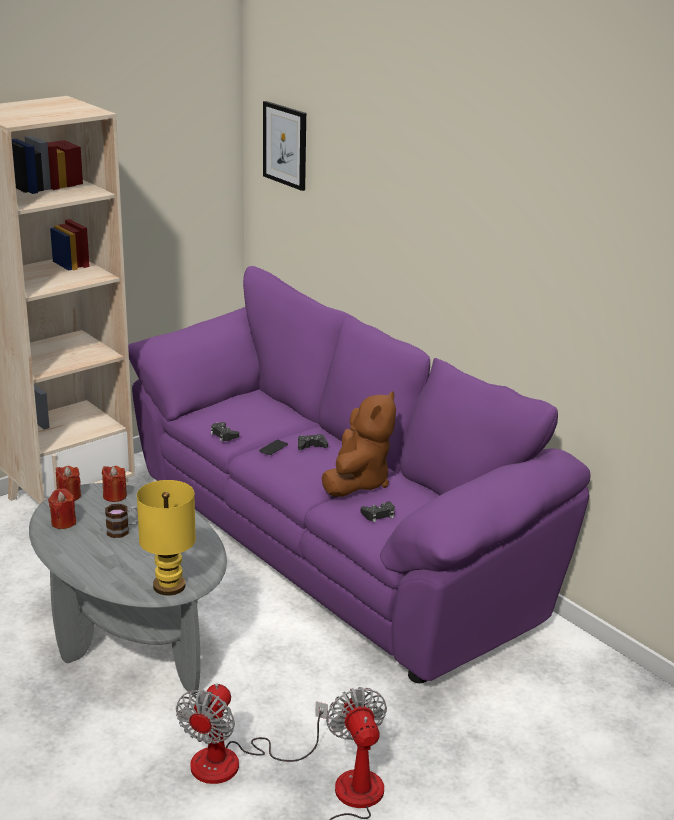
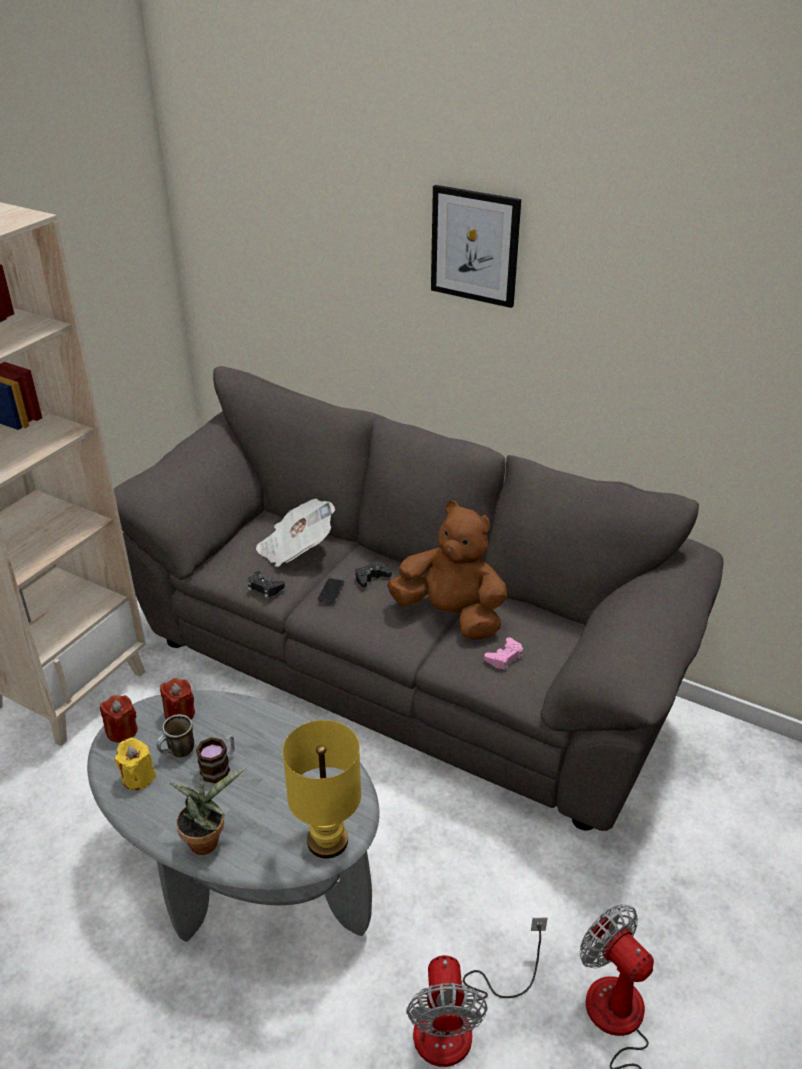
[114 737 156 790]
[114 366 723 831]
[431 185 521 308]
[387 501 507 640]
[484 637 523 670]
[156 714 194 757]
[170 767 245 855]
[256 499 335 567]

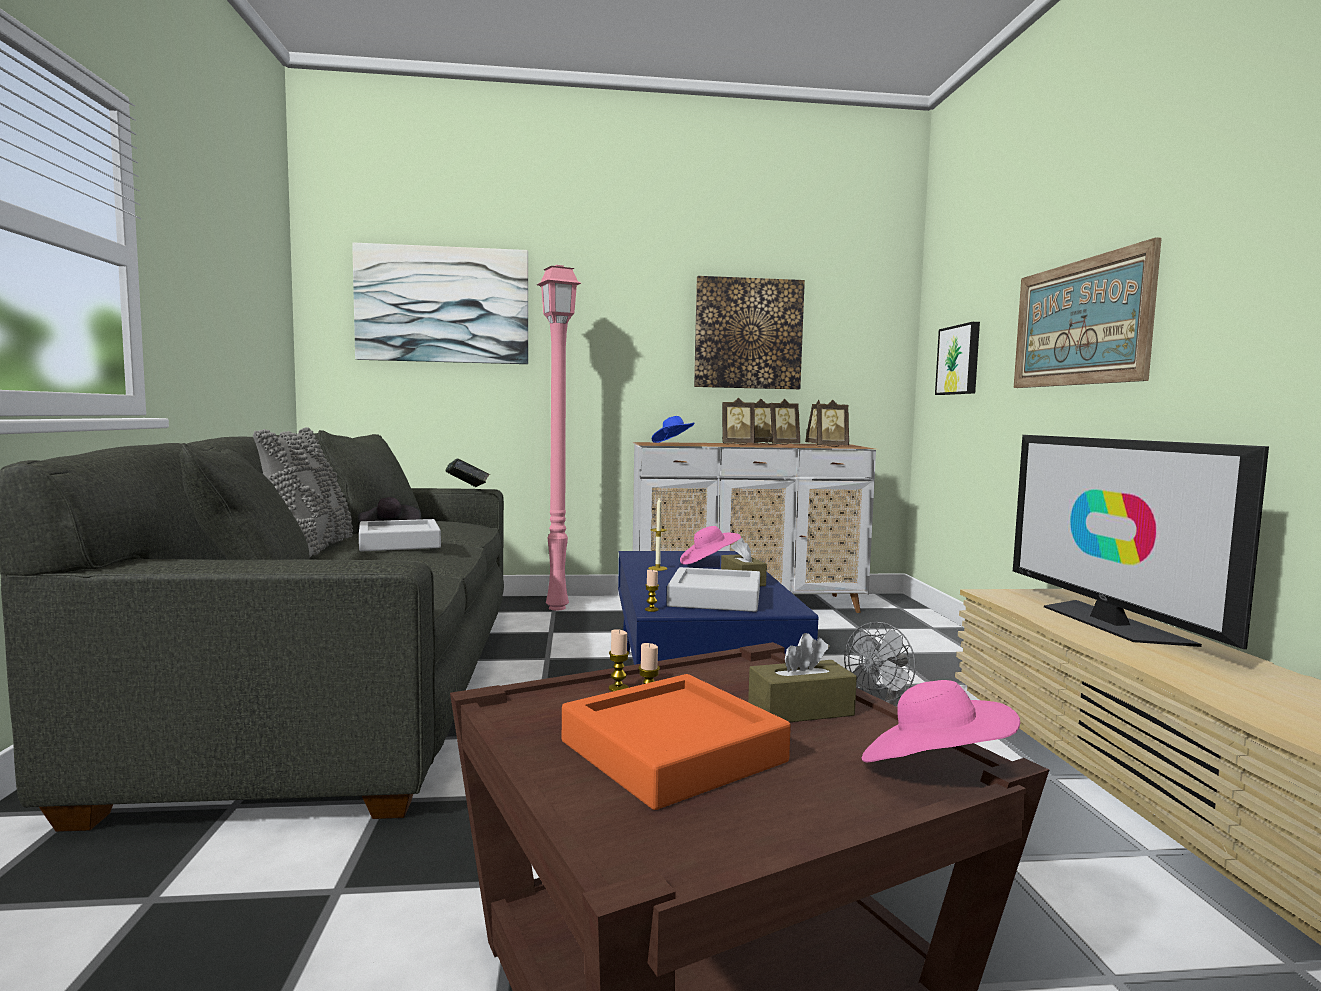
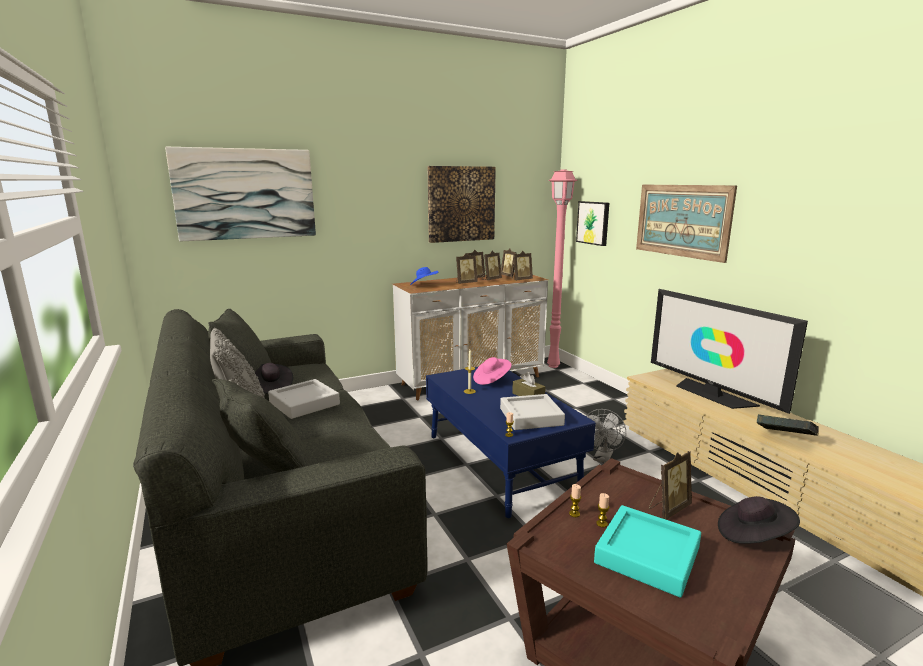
[757 414 819 436]
[547 169 578 368]
[594 505 701 598]
[649 451 692 520]
[718 496 800 544]

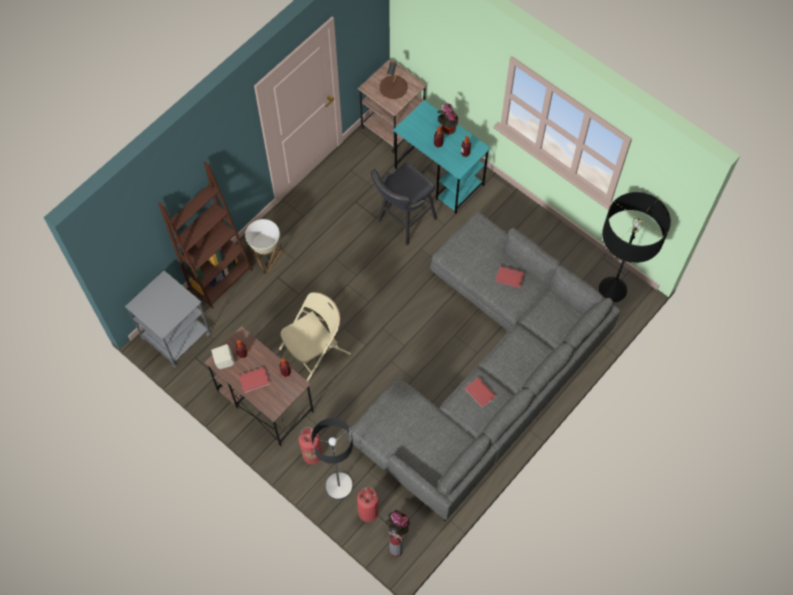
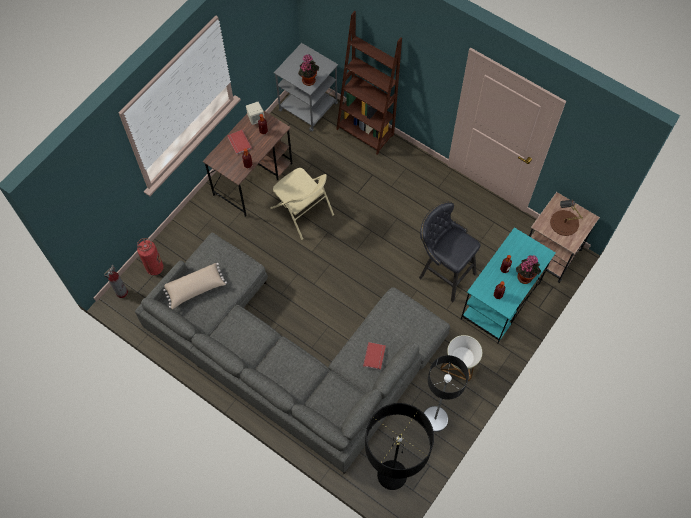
[440 335 482 381]
[298 427 323 464] (first image)
[424 355 469 432]
[298 54 319 86]
[465 377 496 408] (first image)
[163 263 227 309]

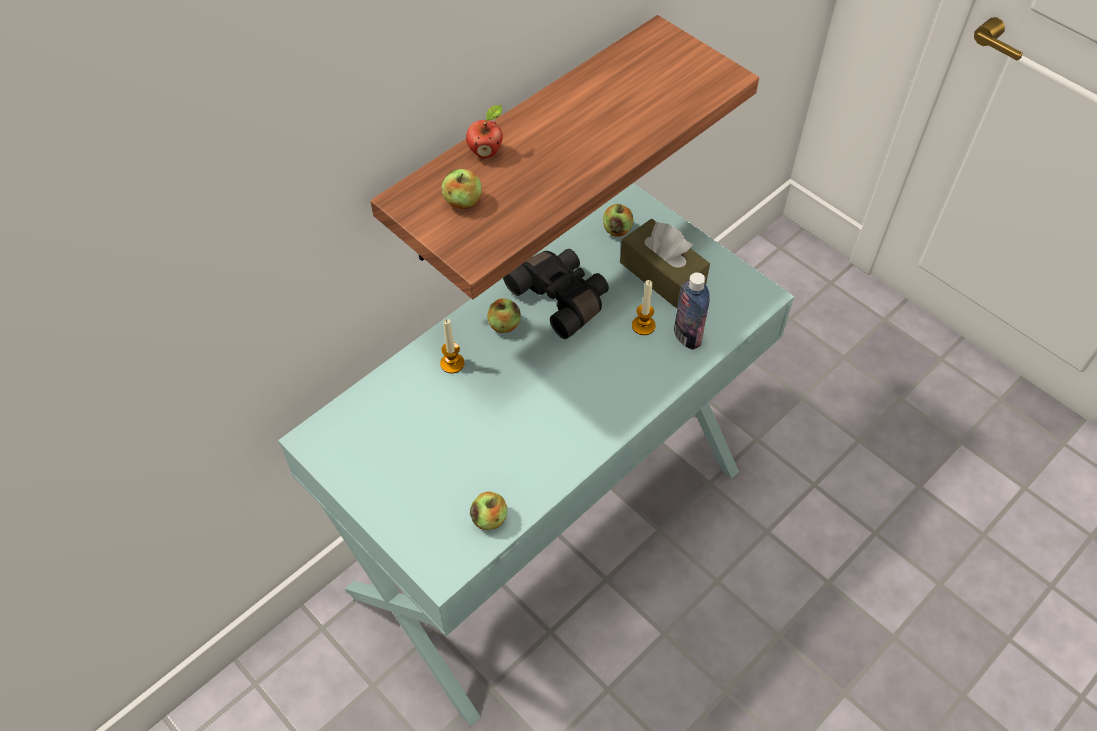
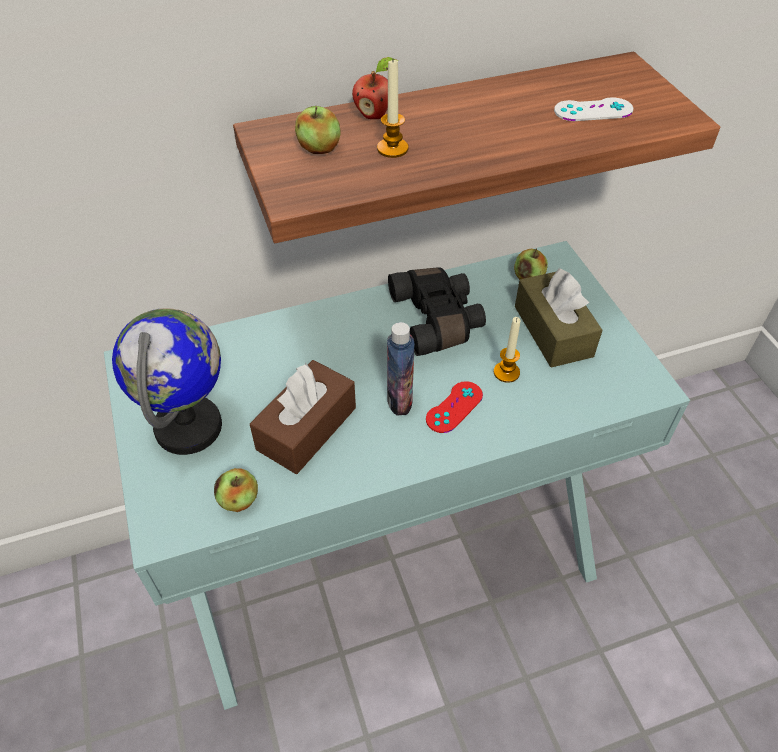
[377 60 409 158]
[487 298 521 333] (first image)
[387 322 415 416]
[112 308 222 455]
[250 360 356 474]
[426 381 483 433]
[554 97 633 121]

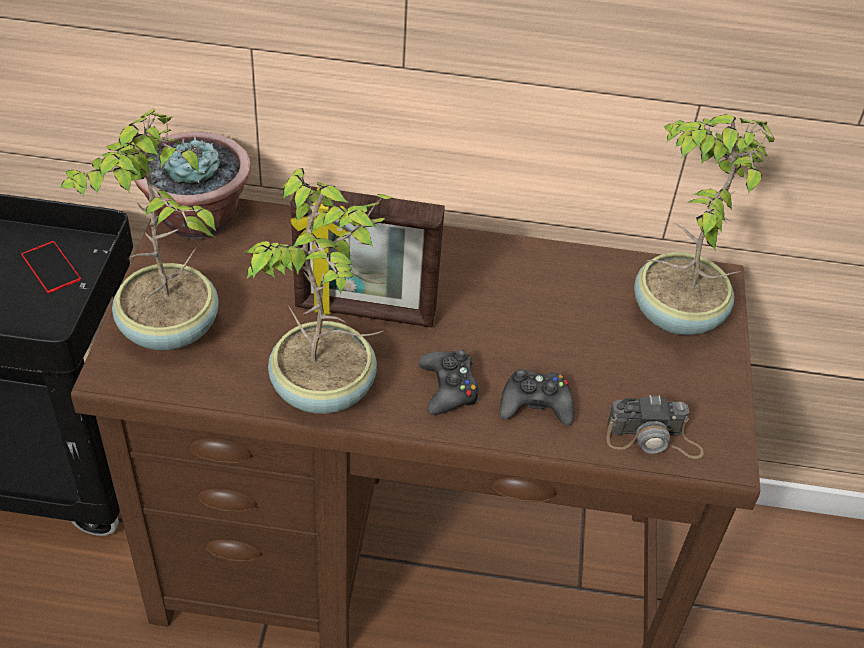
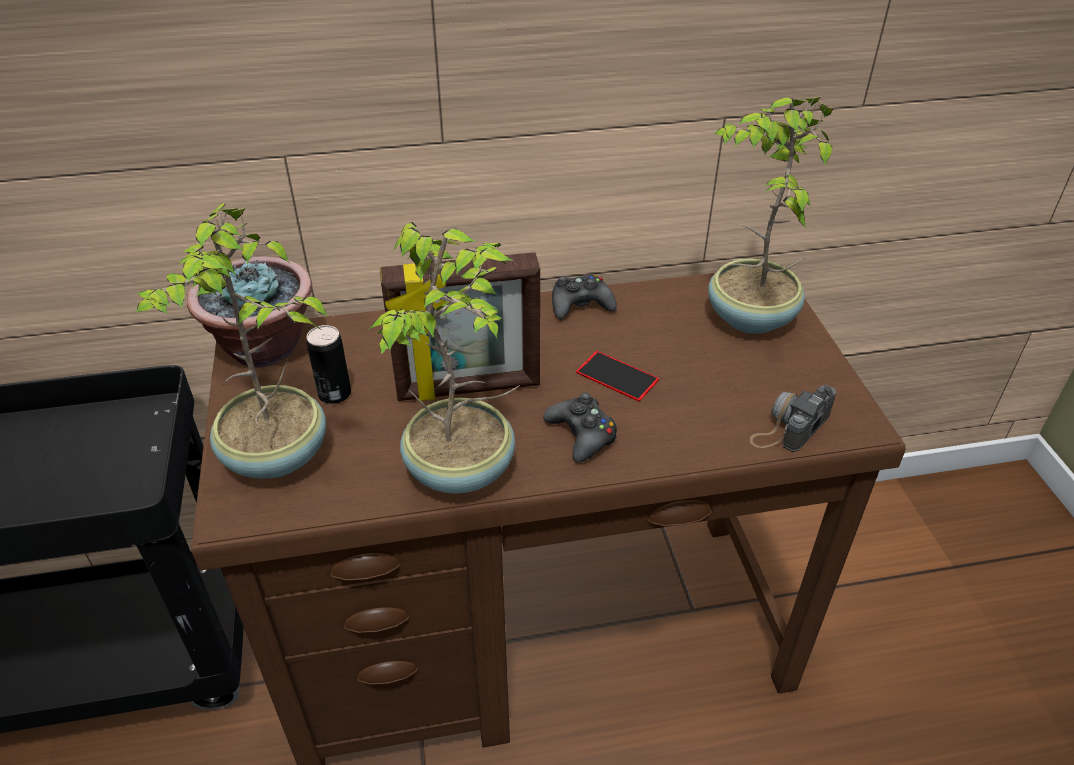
[576 351 659 401]
[552 274 617 319]
[749 385 836 452]
[306 325 351 404]

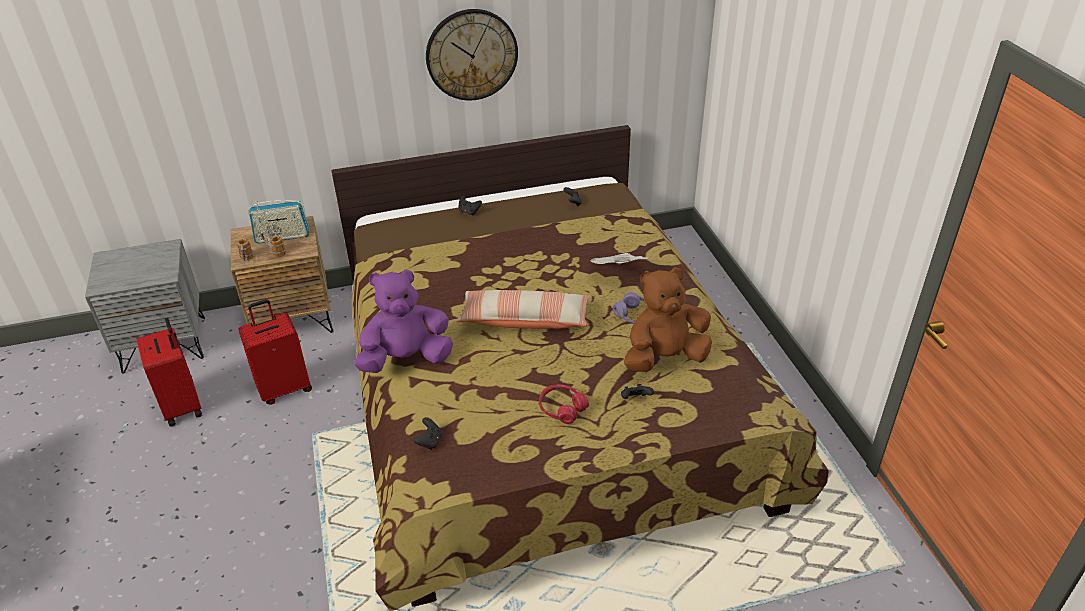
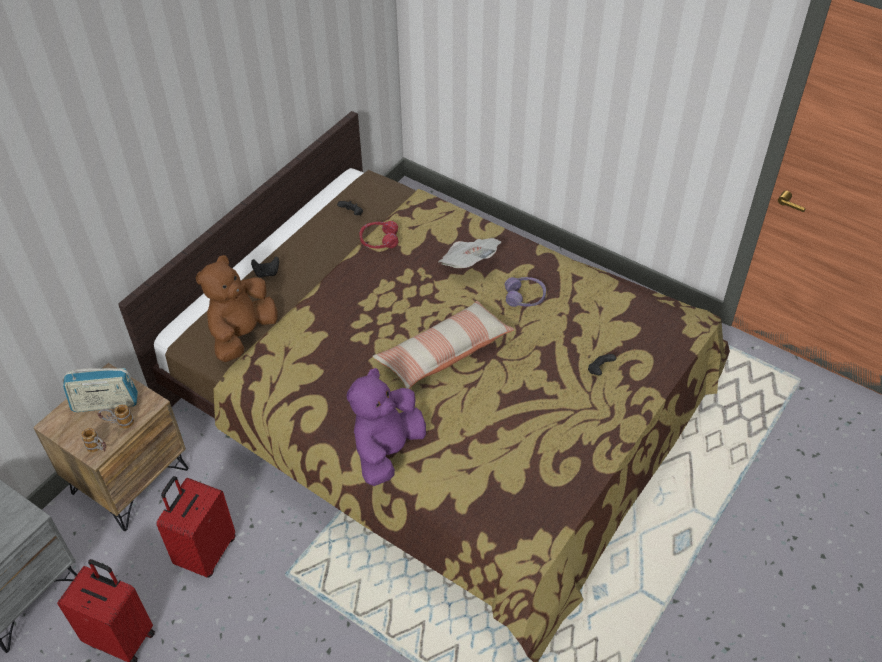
[63 368 138 412]
[414 417 442 450] (first image)
[426 9 518 101] (first image)
[359 221 399 249]
[196 255 278 362]

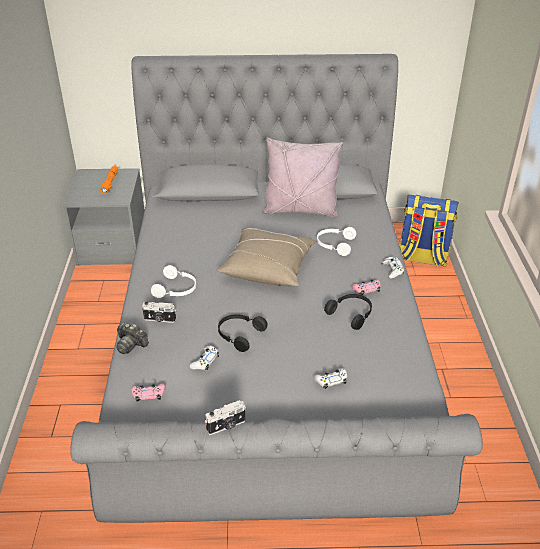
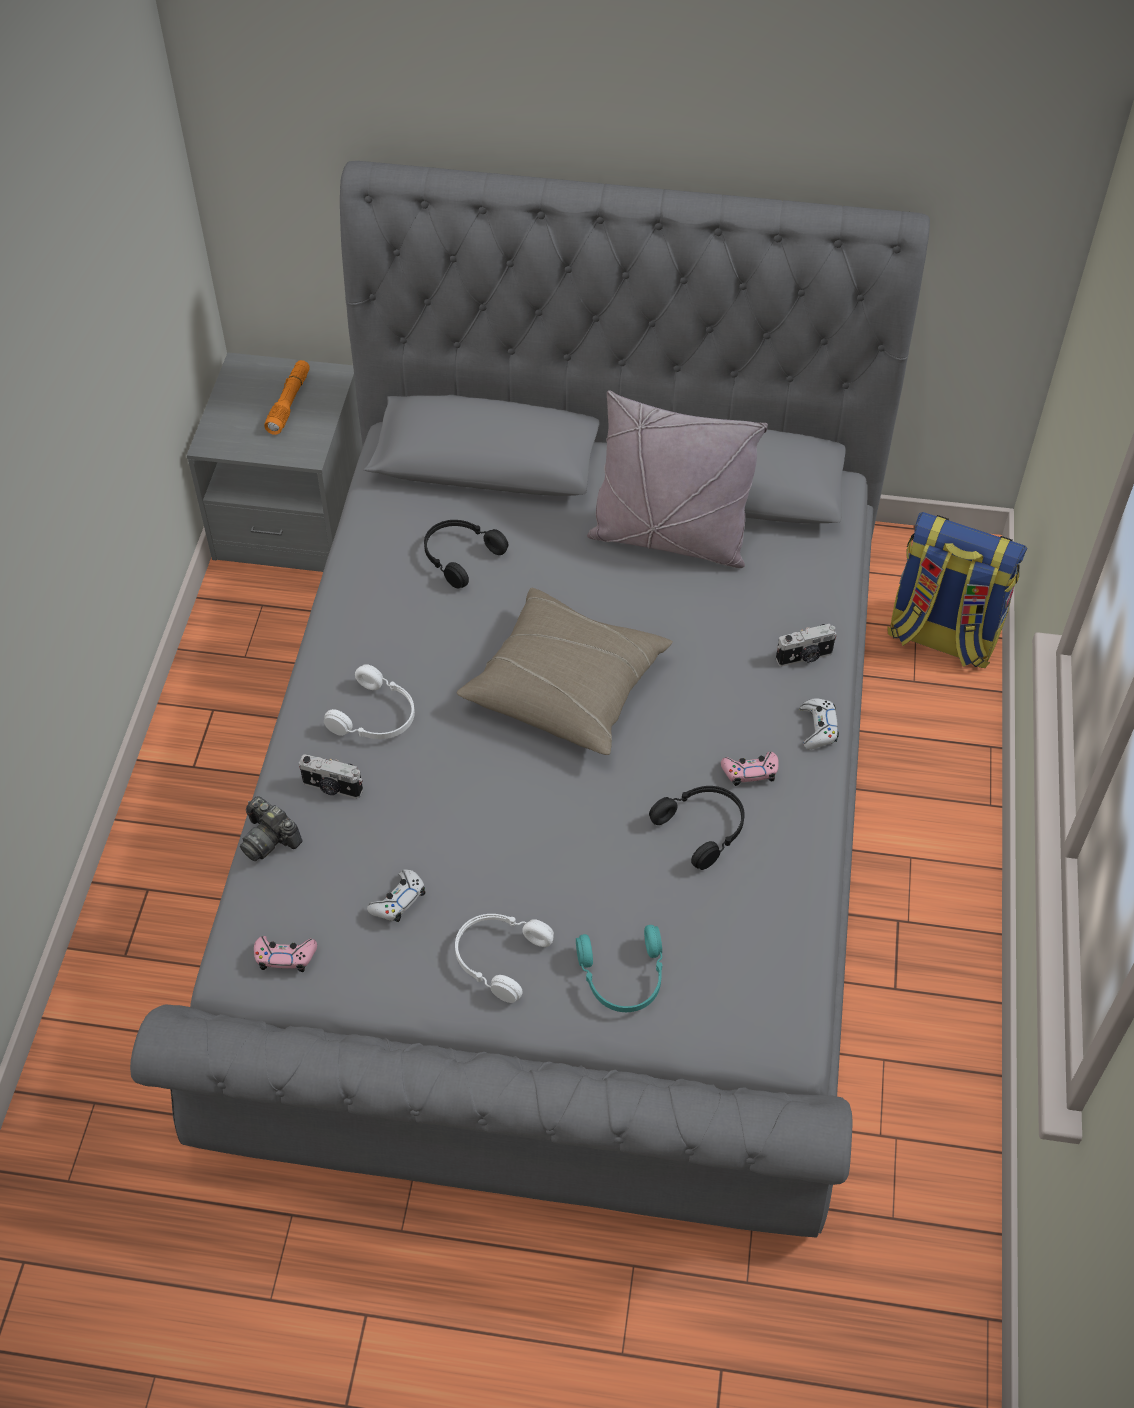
[776 624 837 667]
[424 520 508 589]
[576 925 662 1012]
[455 914 554 1003]

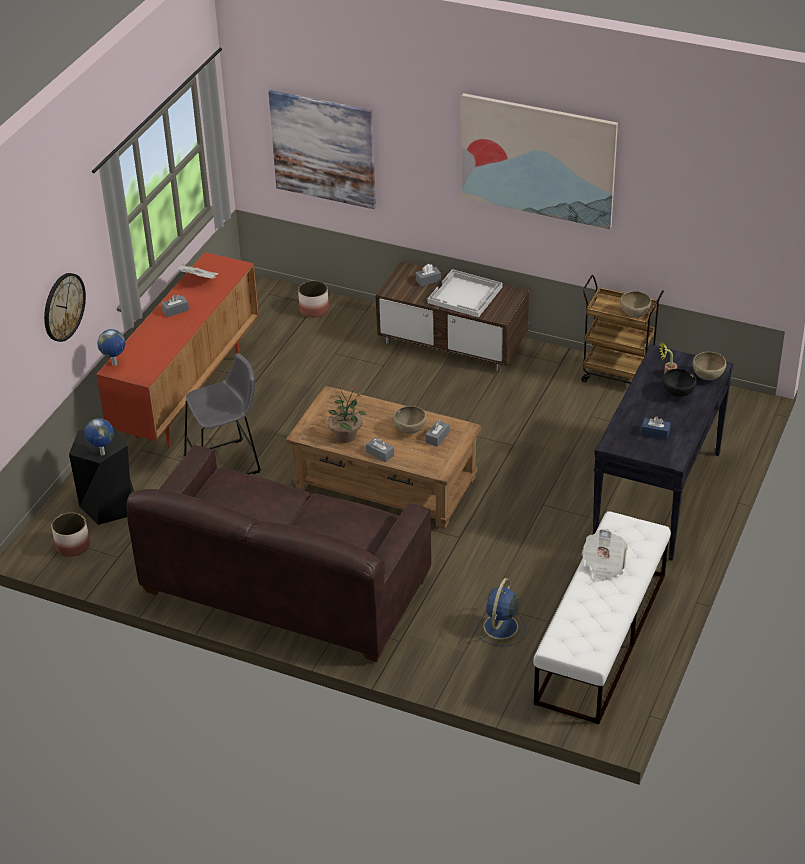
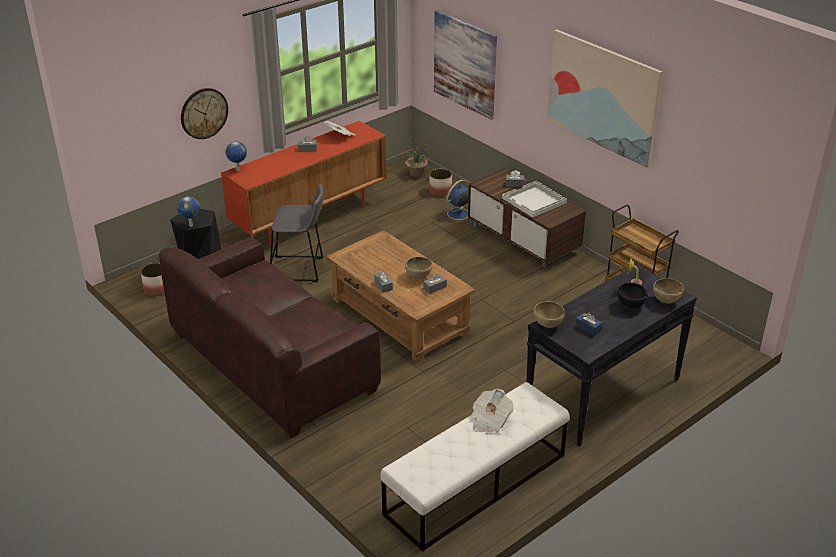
[403 140 429 177]
[441 180 471 224]
[534 301 565 328]

